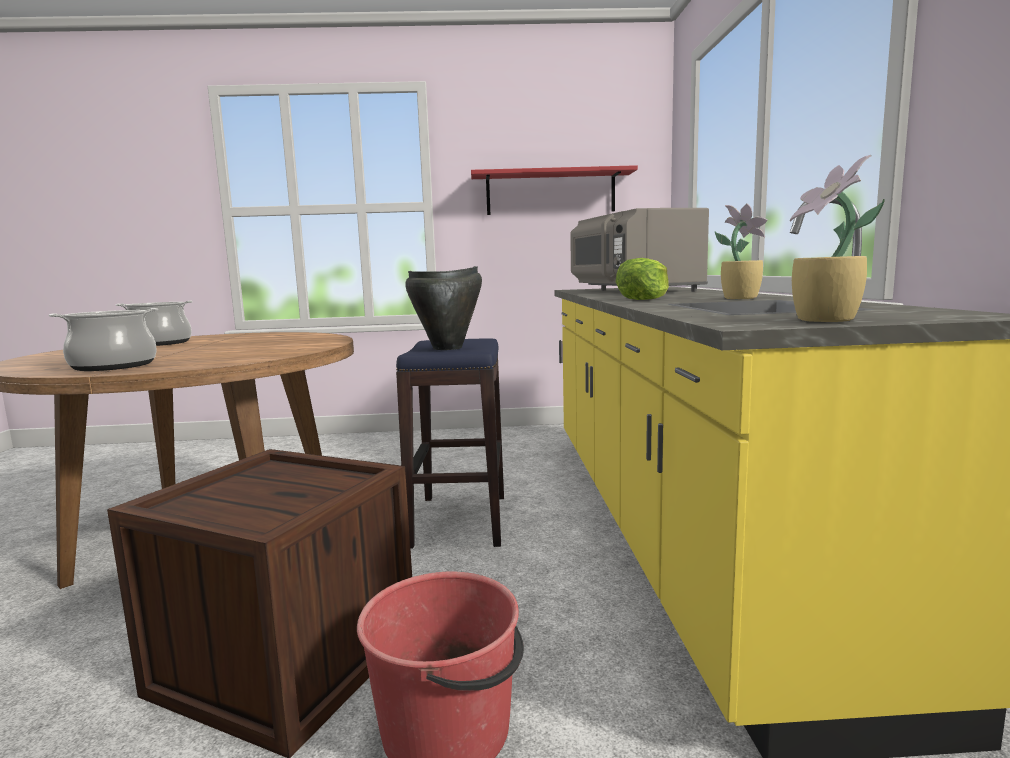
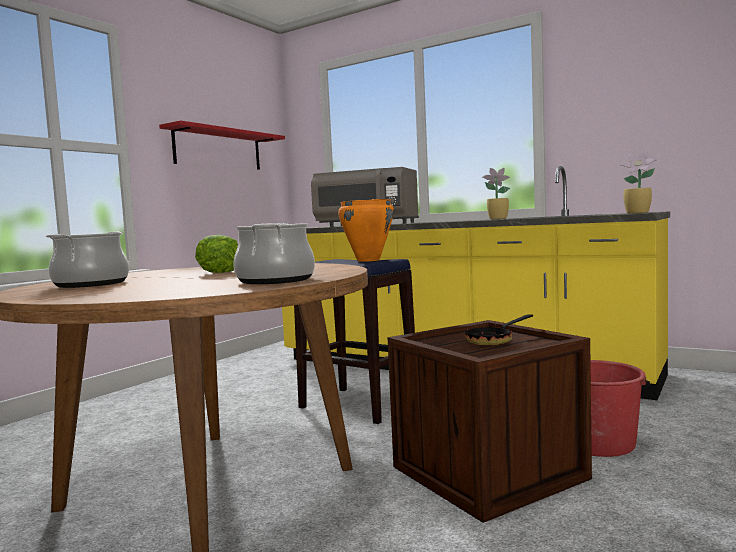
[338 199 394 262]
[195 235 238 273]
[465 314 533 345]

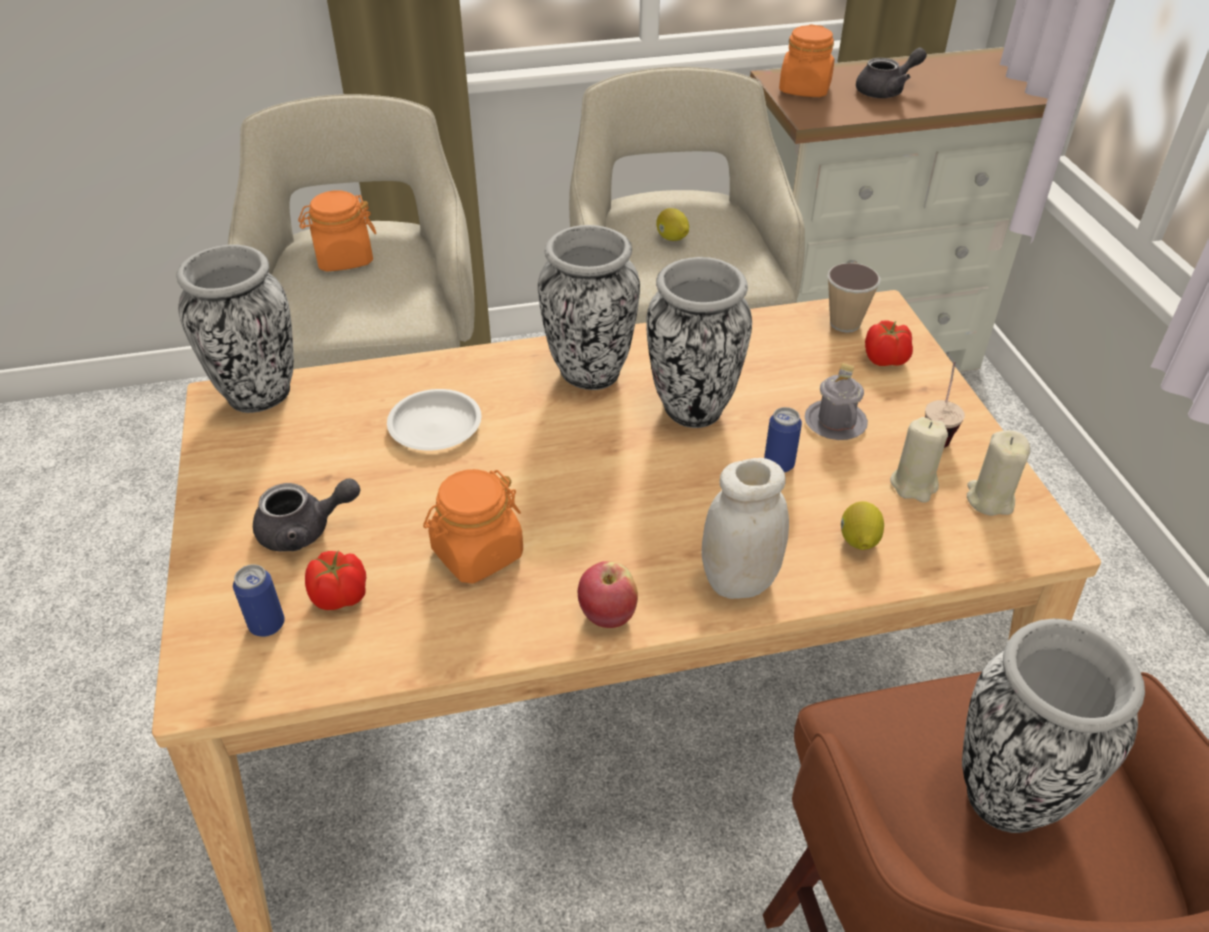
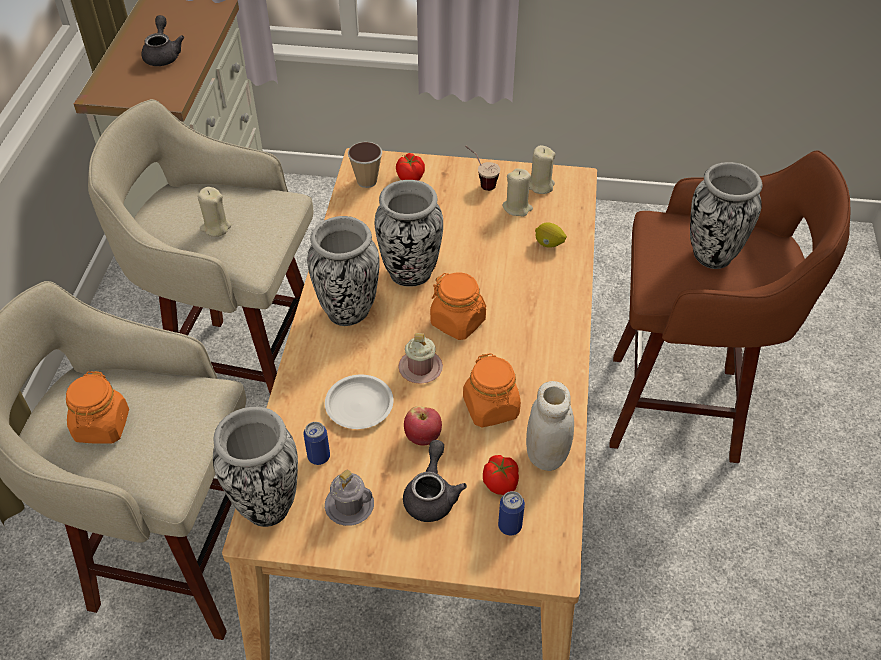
[404 406 442 446]
[198 187 231 237]
[526 381 574 471]
[303 422 330 465]
[430 272 486 340]
[325 470 374 526]
[398 333 443 384]

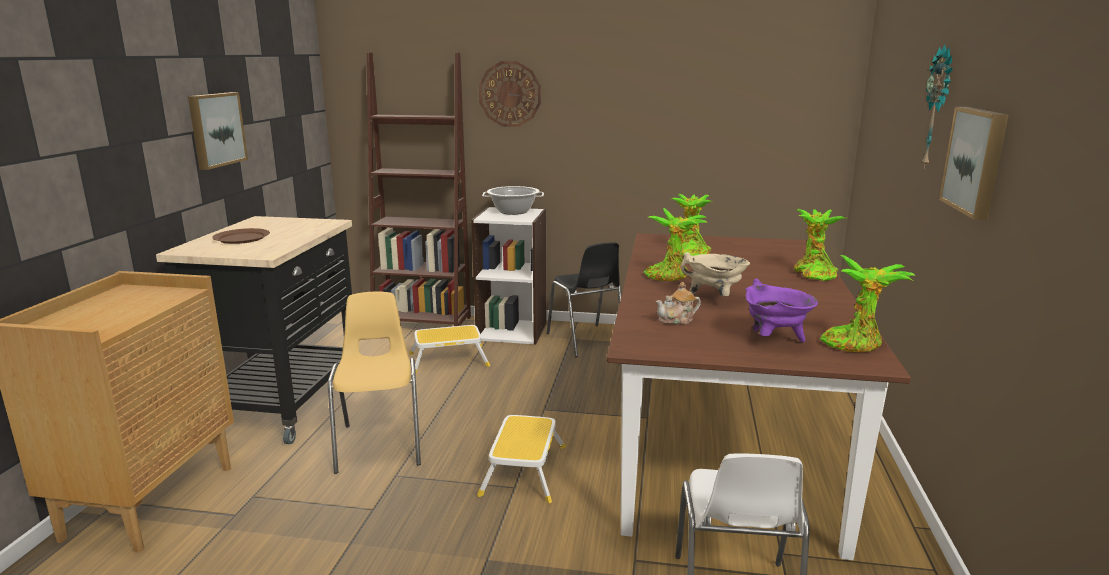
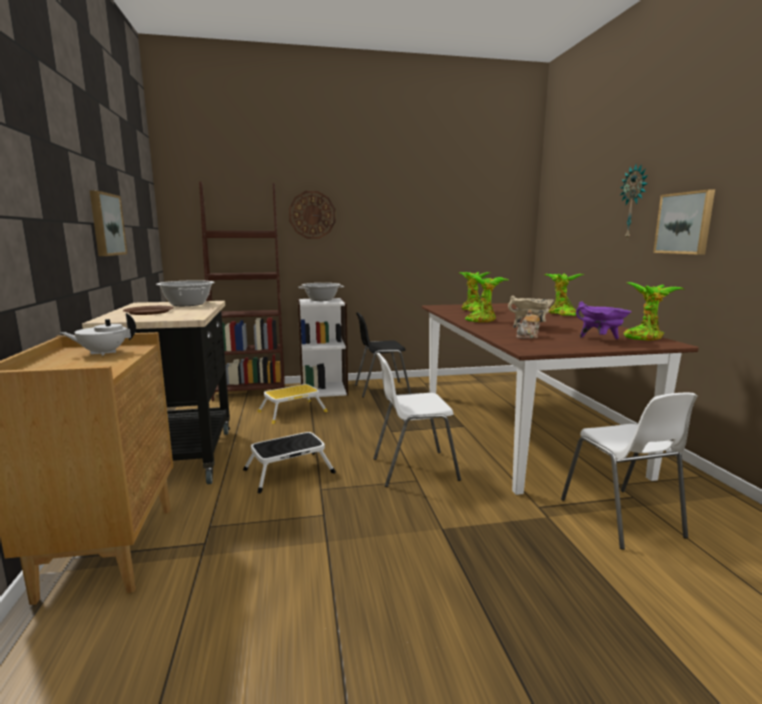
[243 432 336 493]
[373 353 461 487]
[355 312 411 397]
[60 313 136 356]
[156 280 215 306]

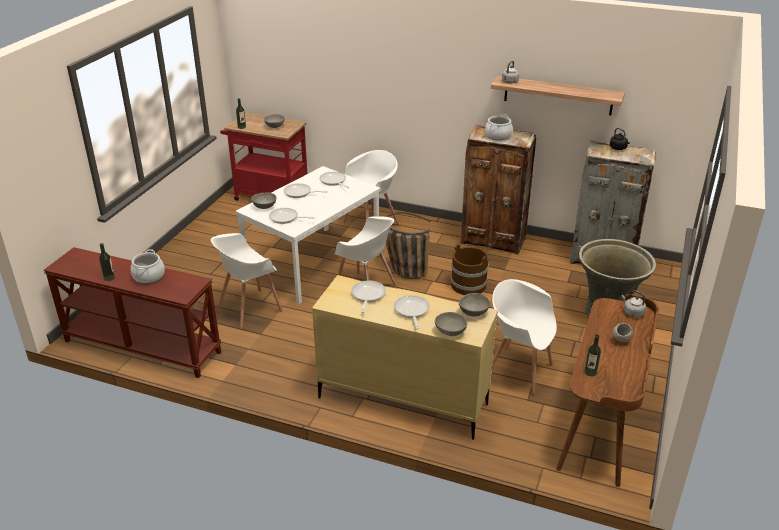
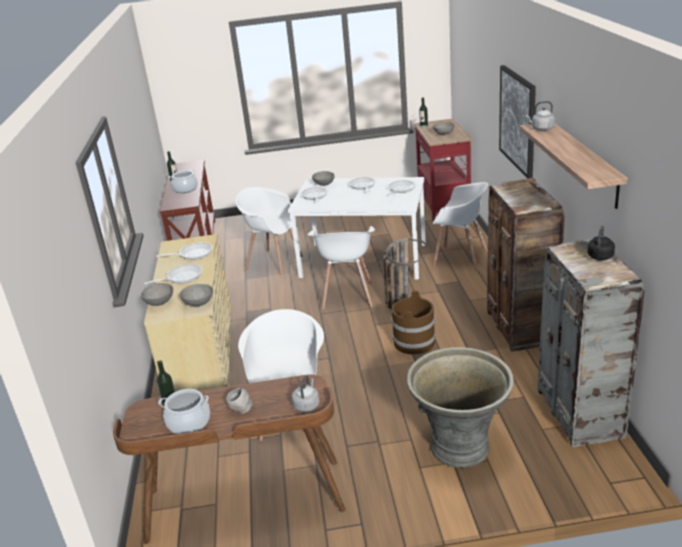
[158 389 210 434]
[499 65 536 179]

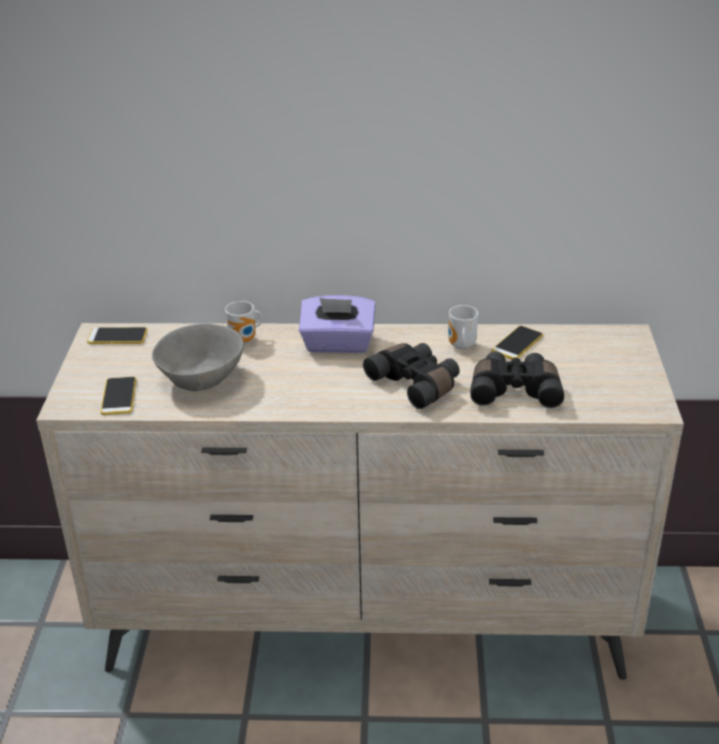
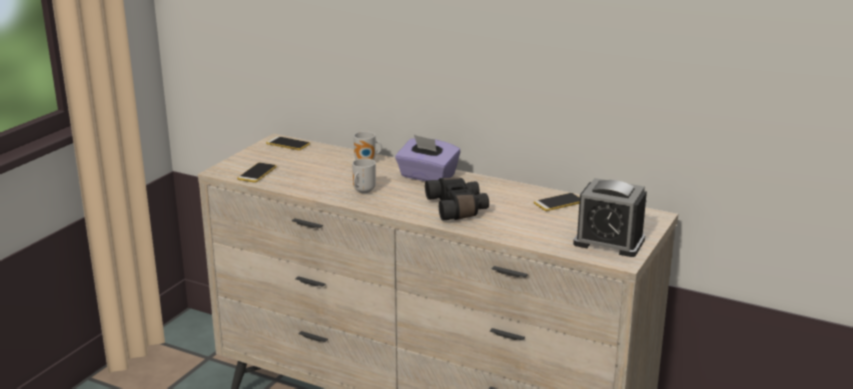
[152 324 244 391] (first image)
[352 158 376 193]
[470 352 564 408] (first image)
[573 178 647 257]

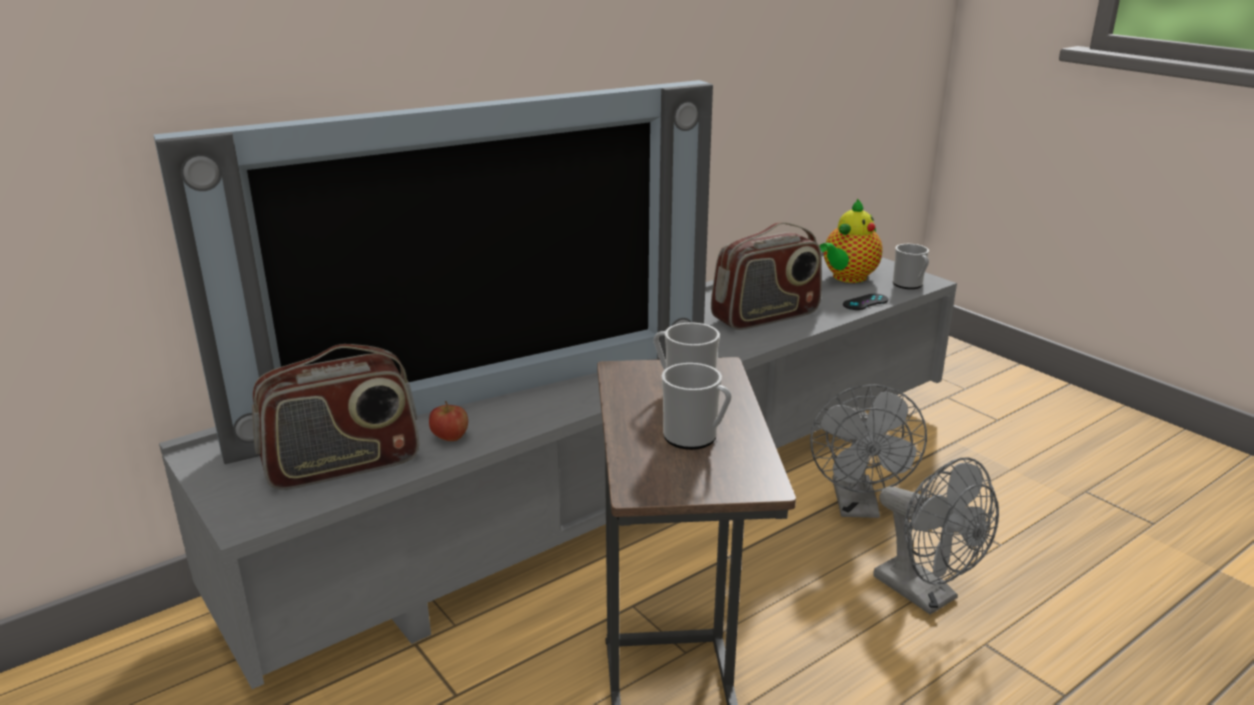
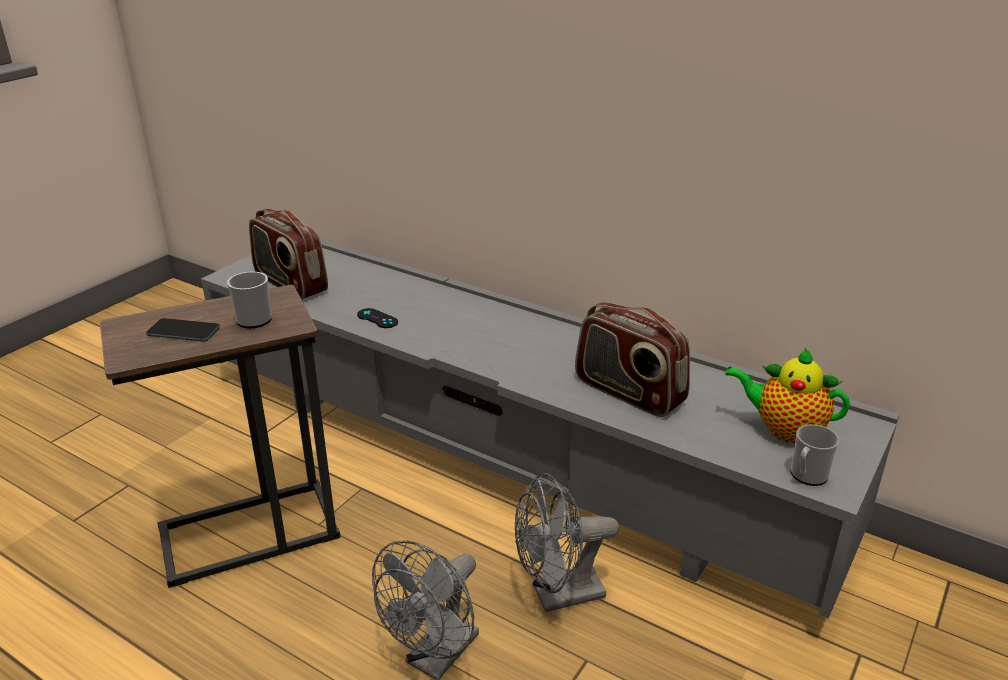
[153 80 713 464] (first image)
[429 401 468 441] (first image)
[146 318 220 342]
[357 308 398 328]

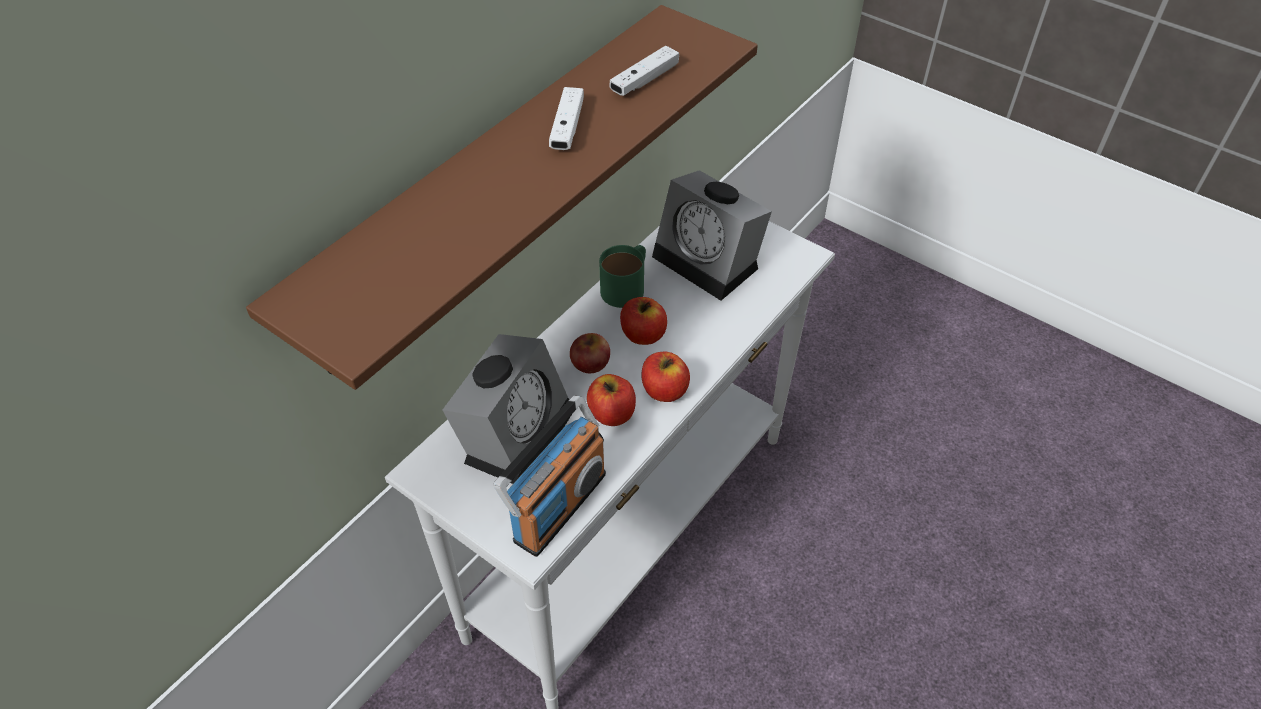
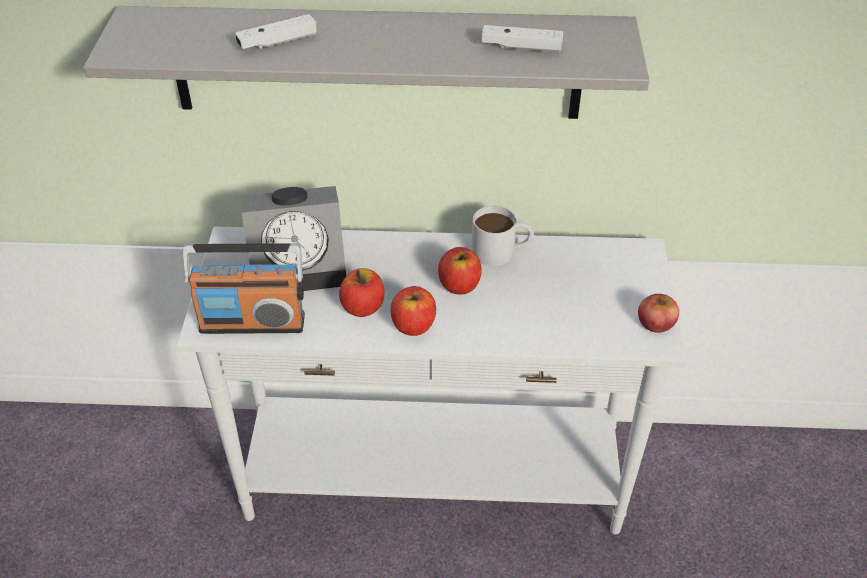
[83 6 650 119]
[235 14 317 49]
[638 294 679 333]
[472 206 534 266]
[652 170 772 300] (first image)

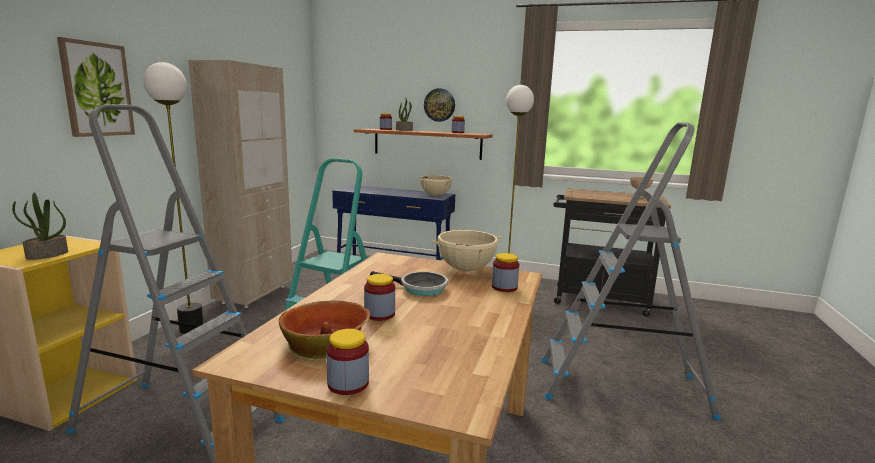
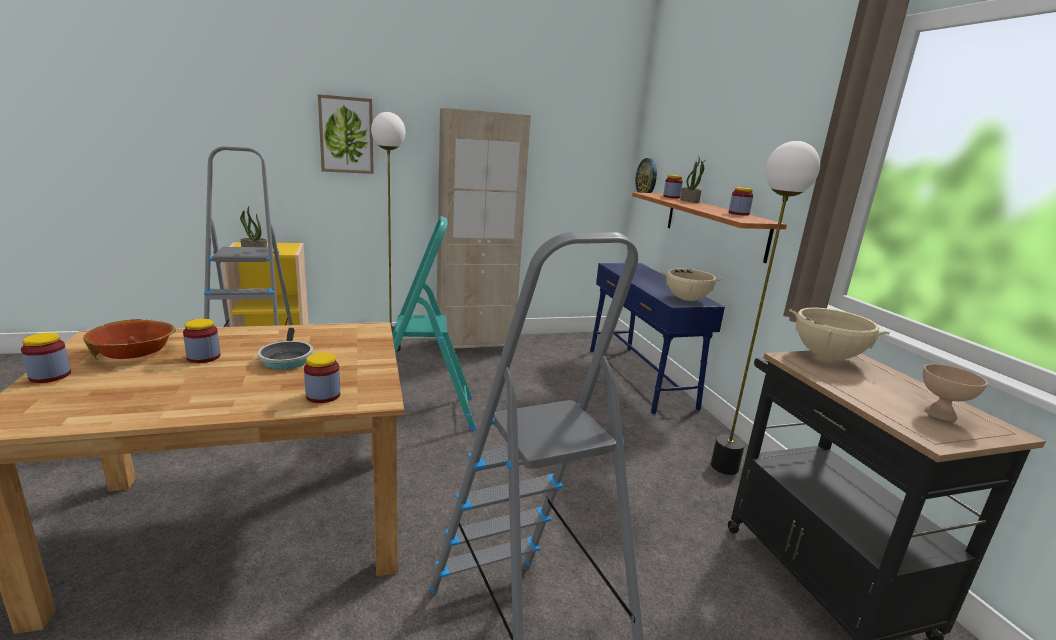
[636 158 657 193]
[789 307 890 360]

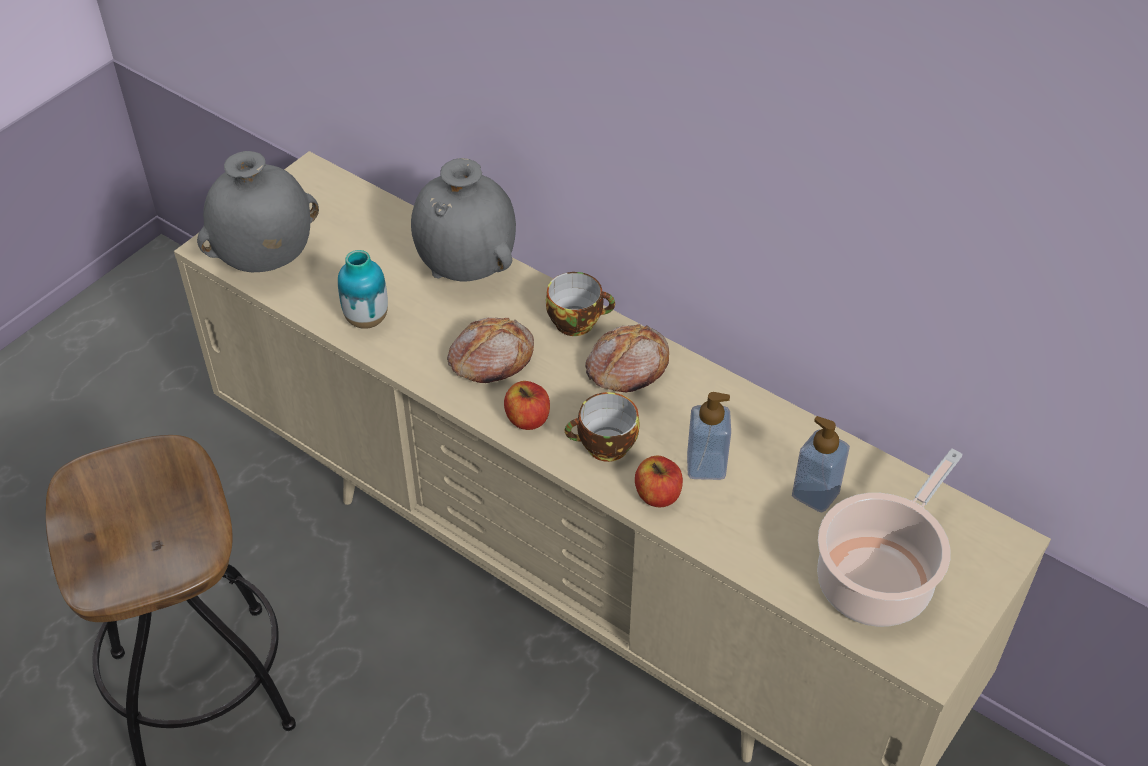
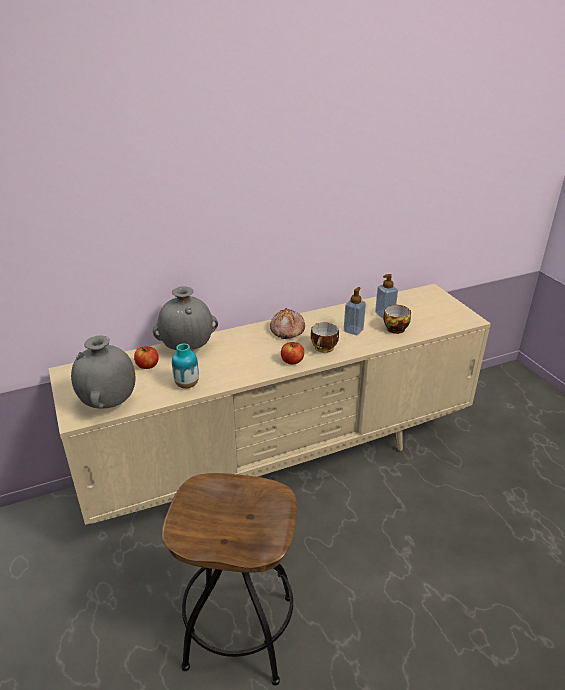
[447 317 534 383] (first image)
[383 305 411 334]
[134 346 159 369]
[817 448 962 627] (first image)

